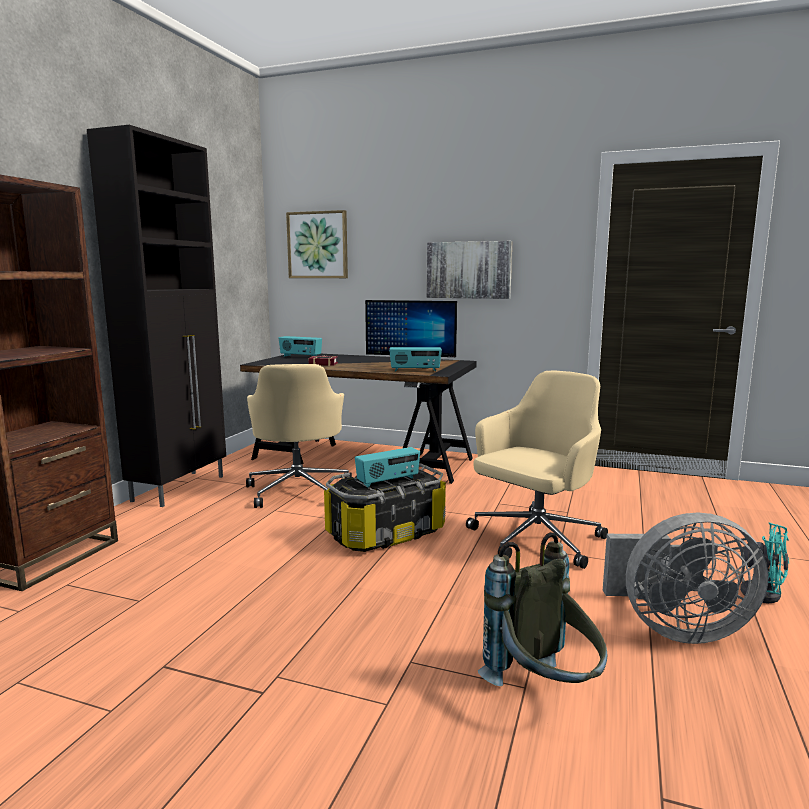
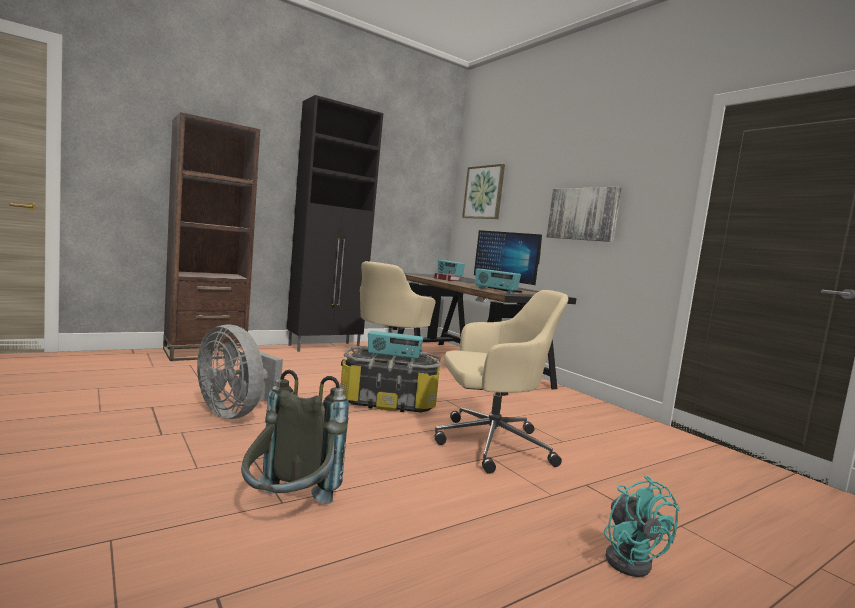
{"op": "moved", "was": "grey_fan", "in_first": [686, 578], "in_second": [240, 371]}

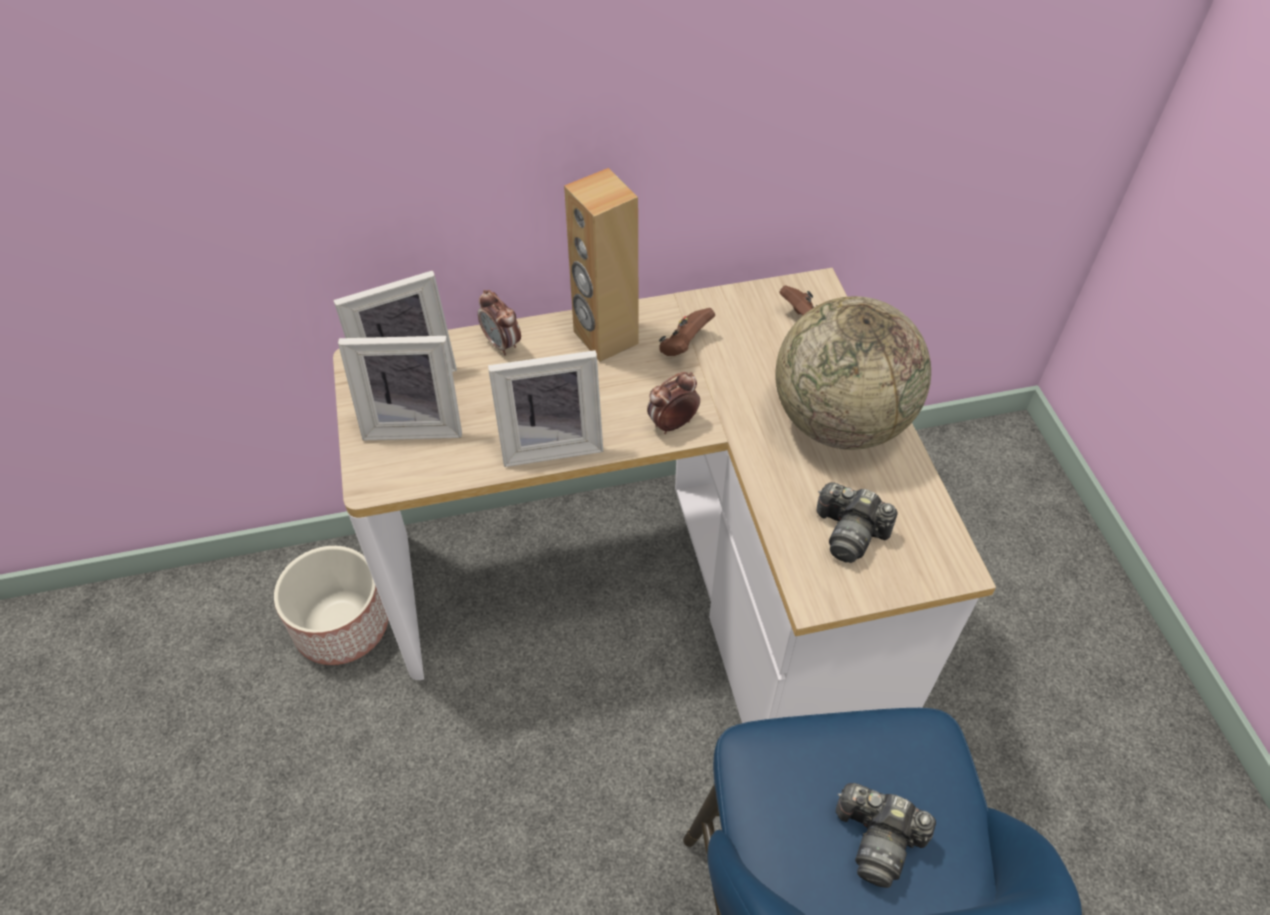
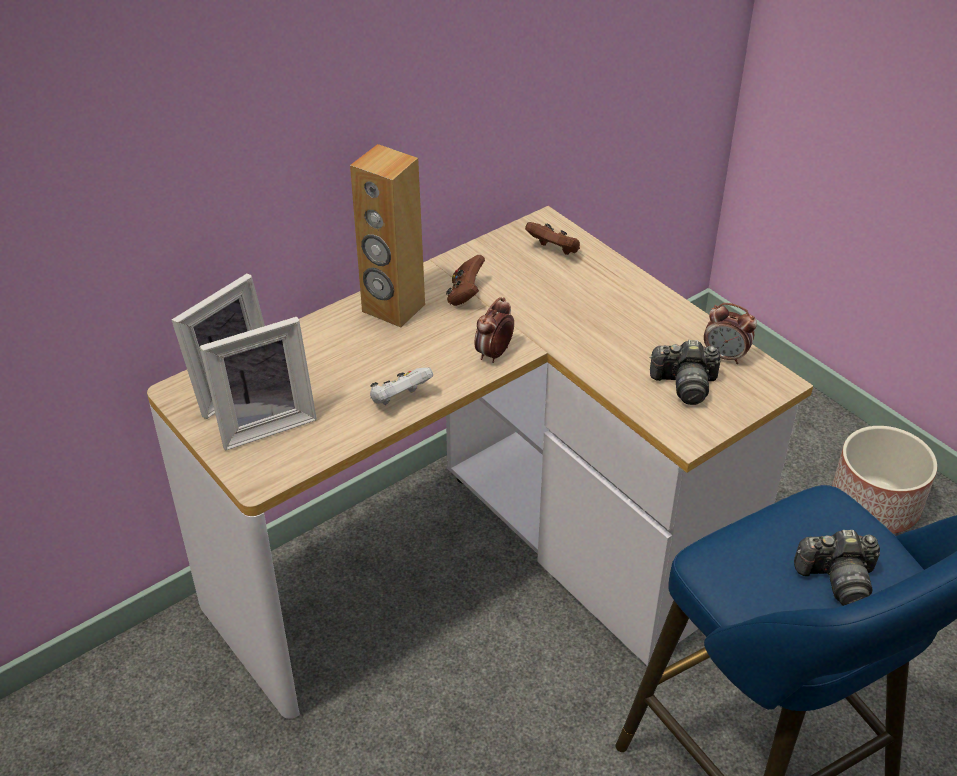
{"op": "replaced", "was": "picture_frame", "now": "white_game_controller", "in_first": [545, 408], "in_second": [401, 386]}
{"op": "moved", "was": "alarm_clock", "in_first": [499, 323], "in_second": [730, 333]}
{"op": "moved", "was": "planter", "in_first": [331, 605], "in_second": [884, 480]}
{"op": "removed", "was": "globe", "in_first": [853, 373]}

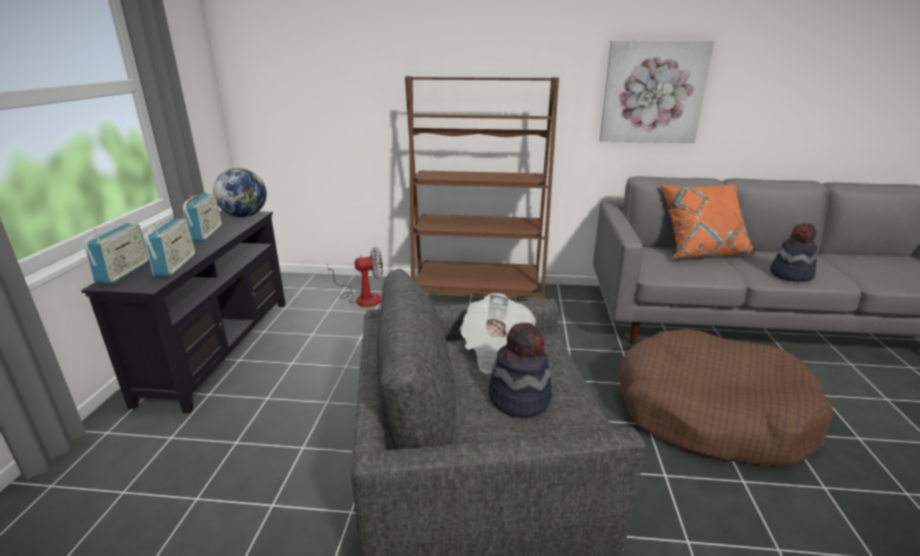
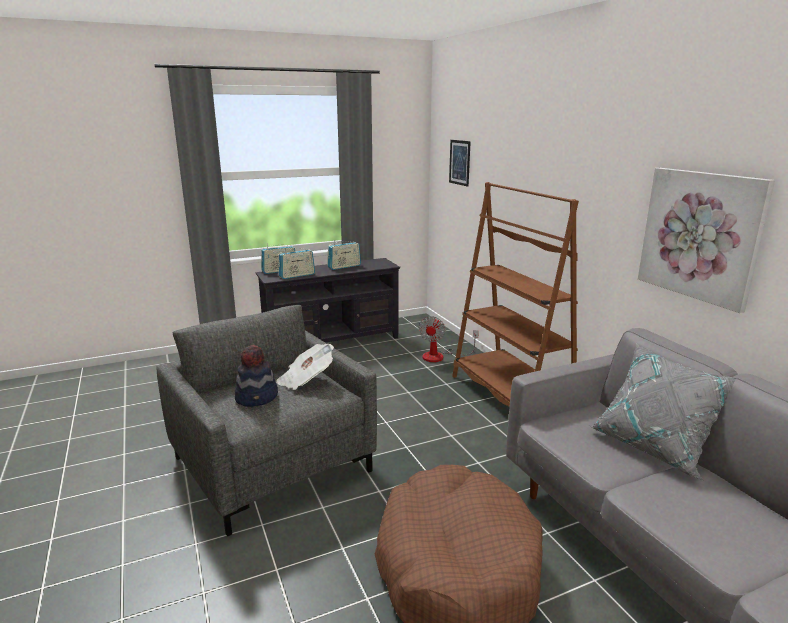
{"op": "turned", "was": "fan", "in_first": [355, 277], "in_second": [449, 339], "clockwise": 60}
{"op": "added", "now": "picture", "in_second": [460, 163]}
{"op": "recoloured", "was": "orange_pillow", "now": "grey_pillow", "in_first": [708, 220], "in_second": [661, 412]}
{"op": "removed", "was": "globe", "in_first": [240, 192]}
{"op": "removed", "was": "hat", "in_first": [794, 252]}

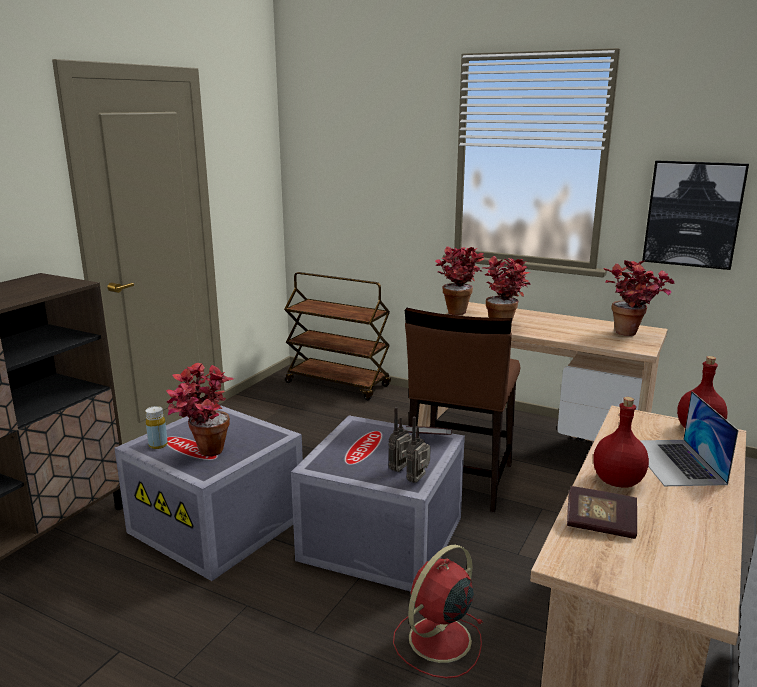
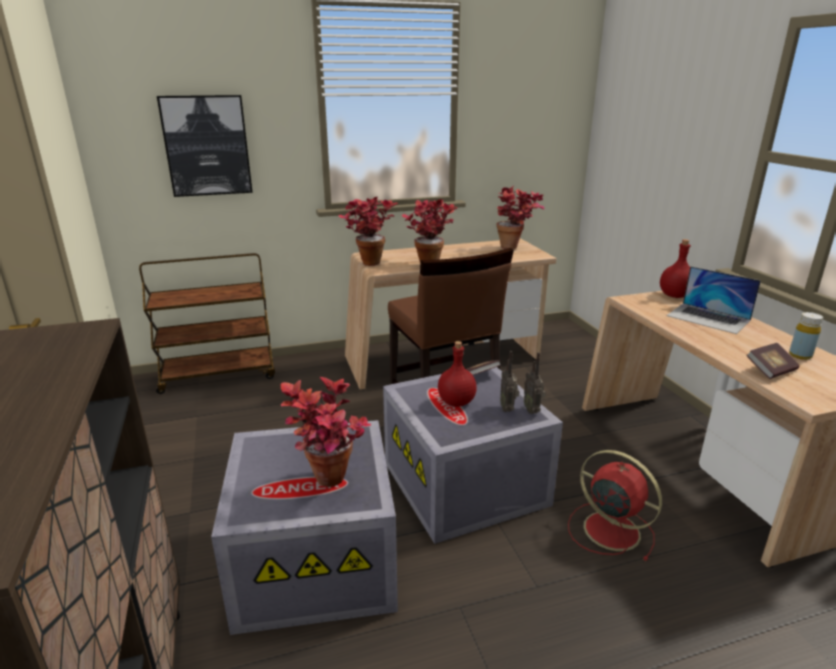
{"op": "moved", "was": "picture", "in_first": [695, 215], "in_second": [205, 146]}
{"op": "moved", "was": "red_bottle", "in_first": [621, 442], "in_second": [457, 374]}
{"op": "turned", "was": "red_fan", "in_first": [437, 611], "in_second": [615, 505], "clockwise": 135}
{"op": "moved", "was": "yellow_bottle", "in_first": [156, 427], "in_second": [806, 336]}

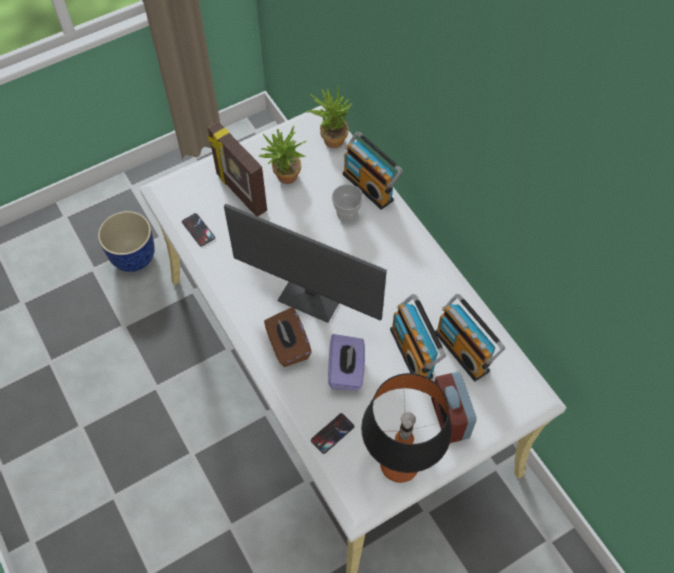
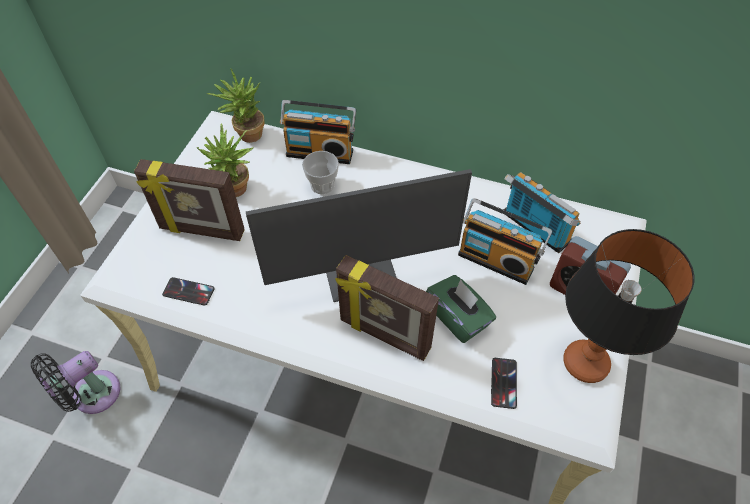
{"op": "replaced", "was": "planter", "now": "black_fan", "in_first": [126, 241], "in_second": [75, 382]}
{"op": "replaced", "was": "brown_tissue_box", "now": "picture_frame", "in_first": [288, 337], "in_second": [387, 308]}
{"op": "recoloured", "was": "purple_tissue_box", "now": "green_tissue_box", "in_first": [346, 362], "in_second": [461, 309]}
{"op": "turned", "was": "radio", "in_first": [470, 338], "in_second": [542, 212], "clockwise": -150}

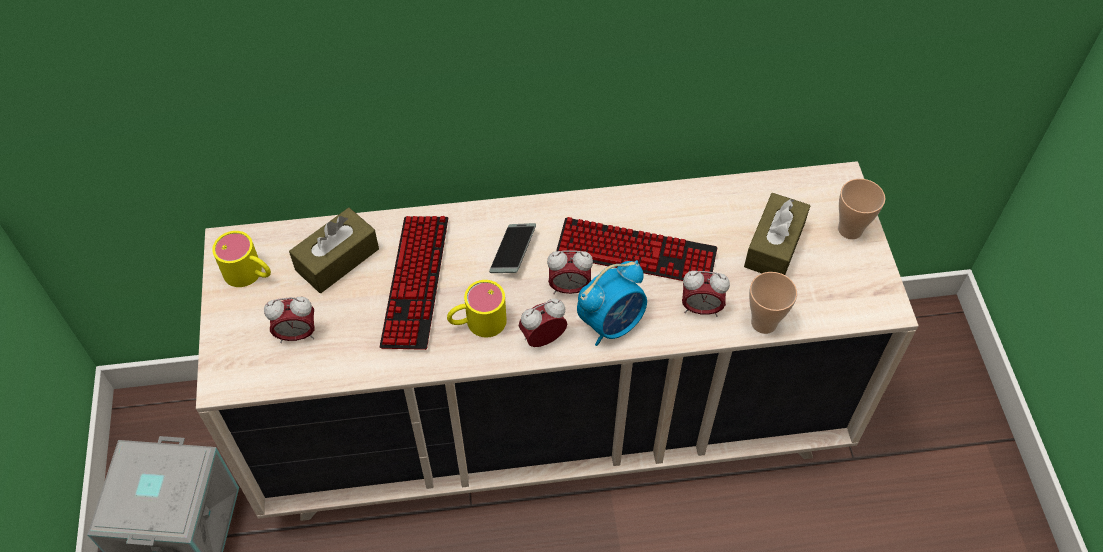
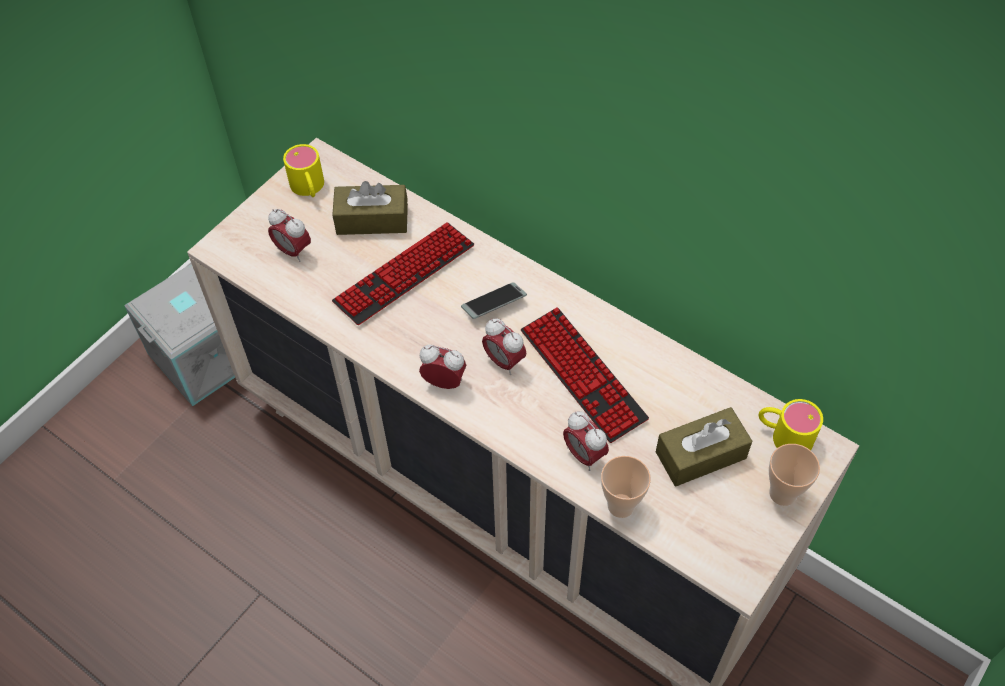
{"op": "moved", "was": "yellow_mug", "in_first": [477, 308], "in_second": [791, 424]}
{"op": "removed", "was": "alarm_clock", "in_first": [612, 303]}

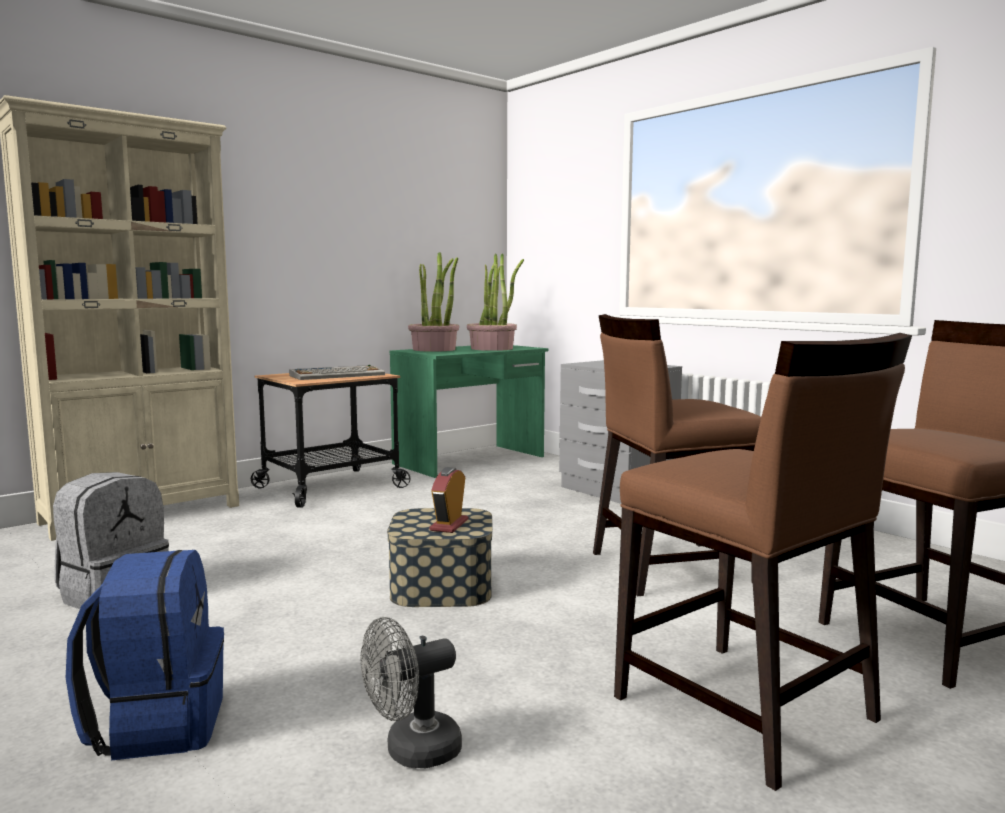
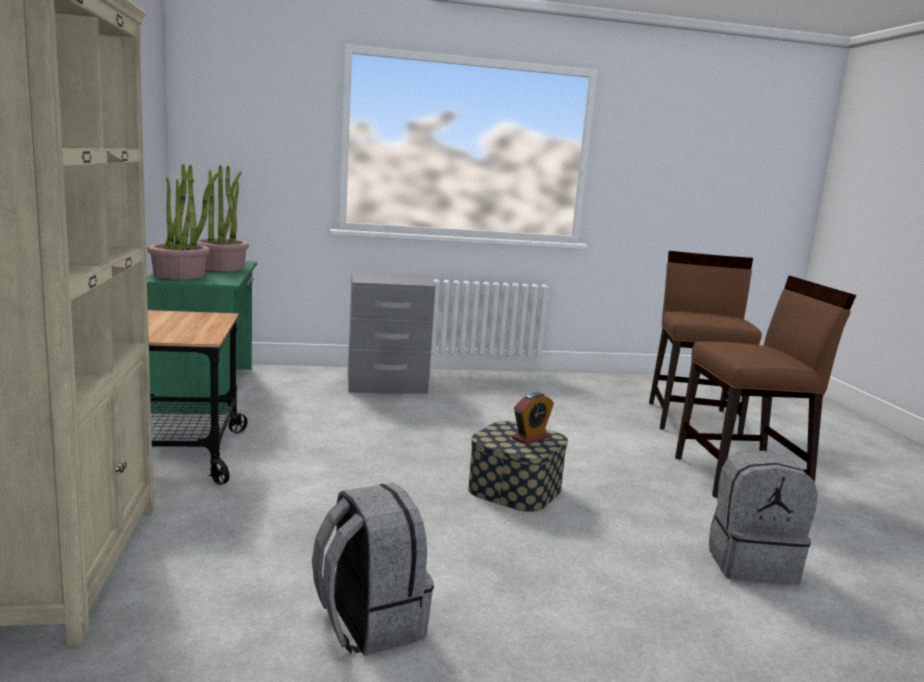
{"op": "turned", "was": "alarm_clock", "in_first": [448, 500], "in_second": [533, 418], "clockwise": -90}
{"op": "replaced", "was": "grey_fan", "now": "grey_backpack", "in_first": [411, 692], "in_second": [763, 518]}
{"op": "removed", "was": "blue_backpack", "in_first": [145, 655]}
{"op": "removed", "was": "keyboard", "in_first": [337, 372]}
{"op": "removed", "was": "brown_chair", "in_first": [677, 455]}

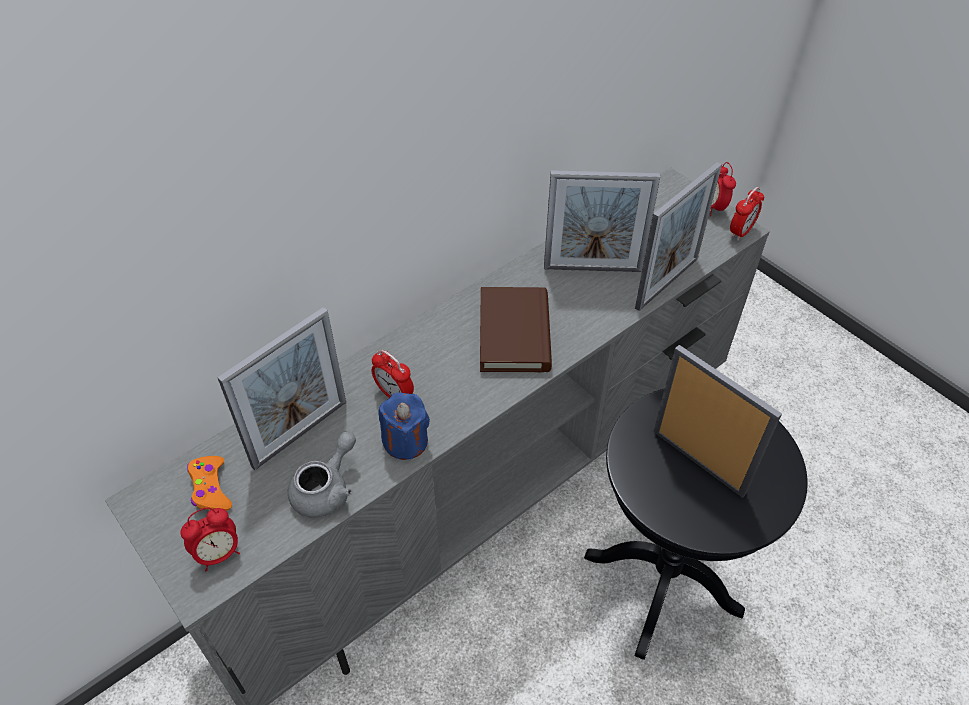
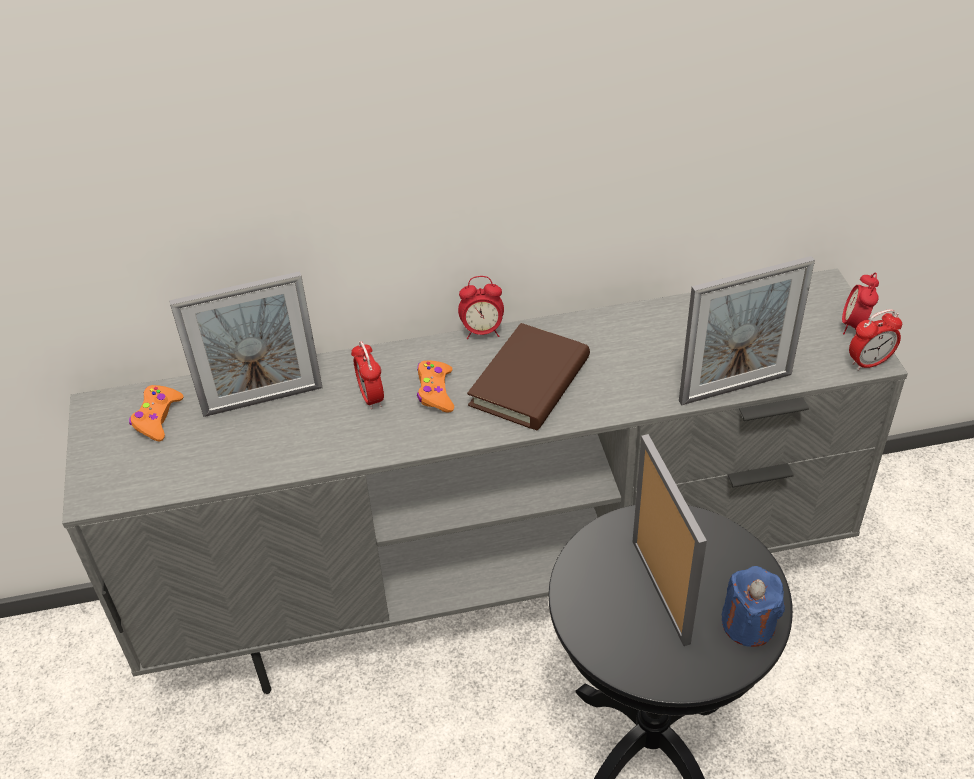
{"op": "added", "now": "orange_game_controller", "in_second": [435, 386]}
{"op": "moved", "was": "alarm_clock", "in_first": [210, 539], "in_second": [481, 307]}
{"op": "moved", "was": "blue_candle", "in_first": [404, 426], "in_second": [753, 606]}
{"op": "removed", "was": "grey_teapot", "in_first": [322, 475]}
{"op": "removed", "was": "picture_frame", "in_first": [602, 221]}

